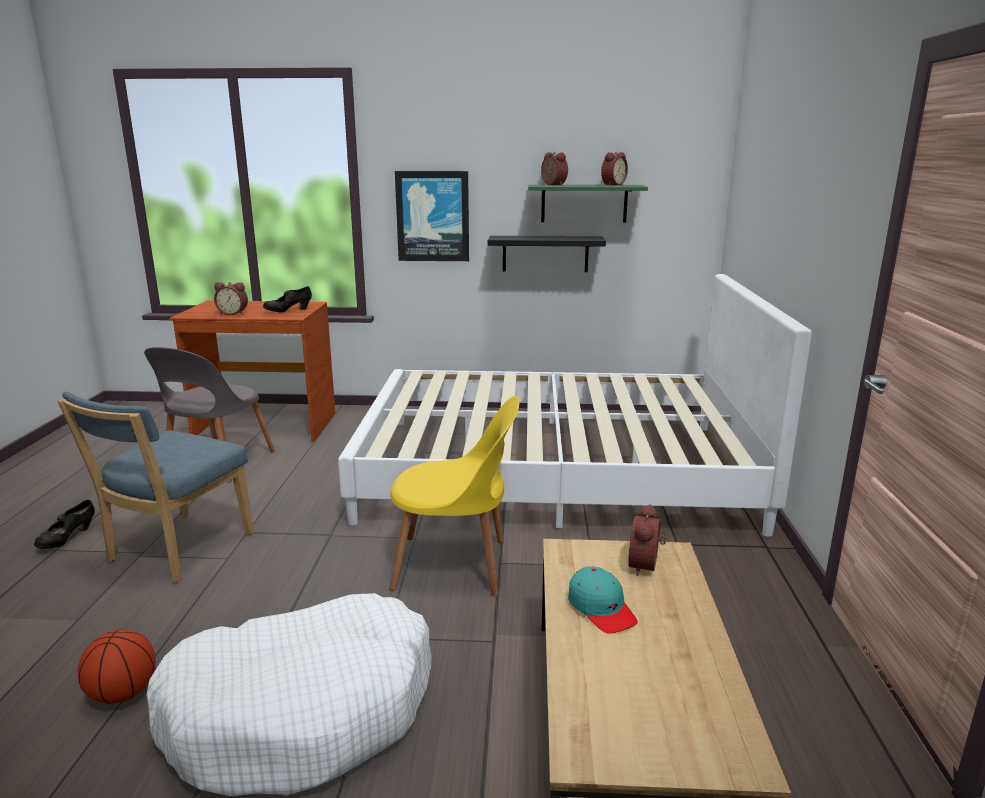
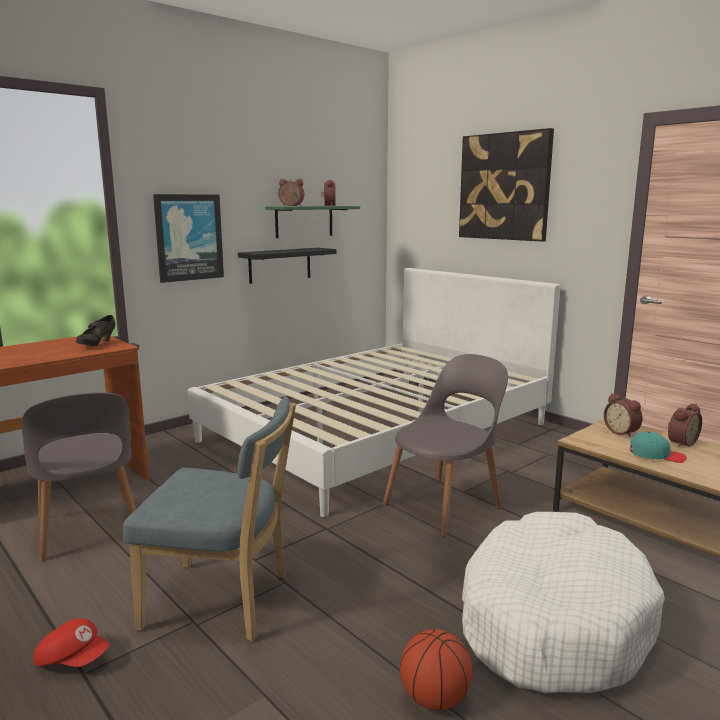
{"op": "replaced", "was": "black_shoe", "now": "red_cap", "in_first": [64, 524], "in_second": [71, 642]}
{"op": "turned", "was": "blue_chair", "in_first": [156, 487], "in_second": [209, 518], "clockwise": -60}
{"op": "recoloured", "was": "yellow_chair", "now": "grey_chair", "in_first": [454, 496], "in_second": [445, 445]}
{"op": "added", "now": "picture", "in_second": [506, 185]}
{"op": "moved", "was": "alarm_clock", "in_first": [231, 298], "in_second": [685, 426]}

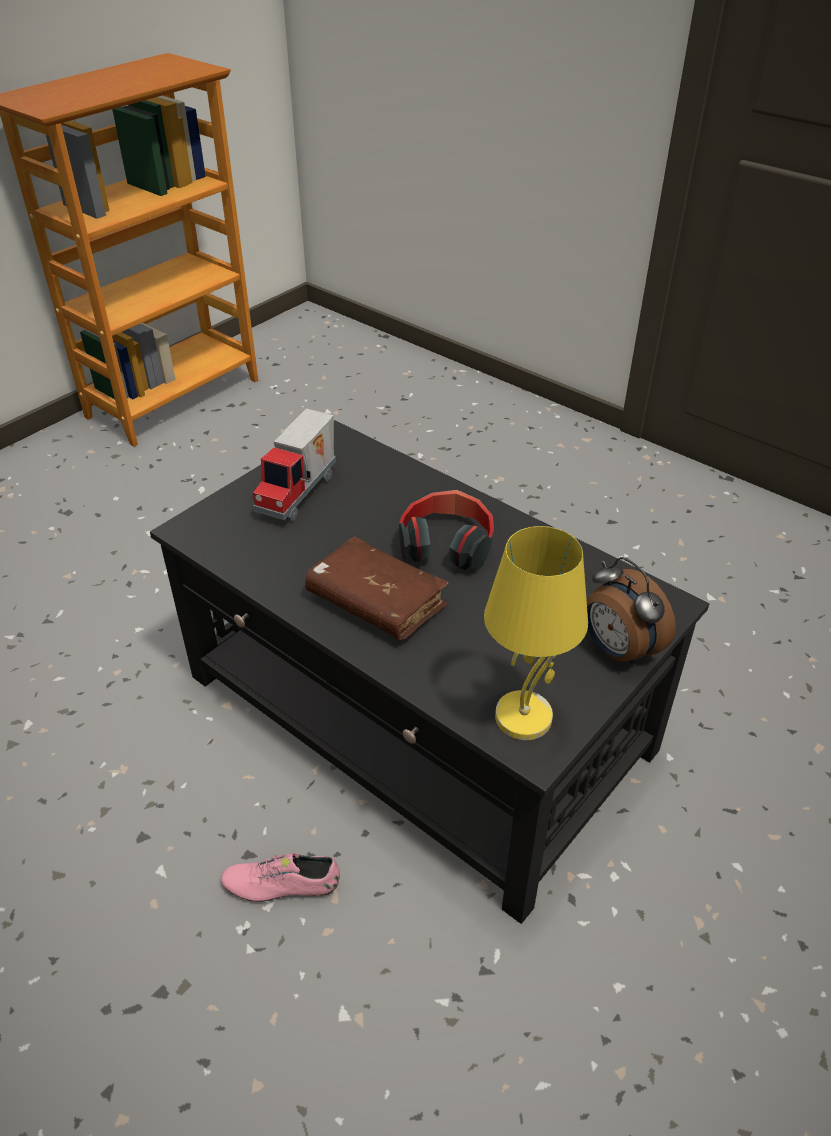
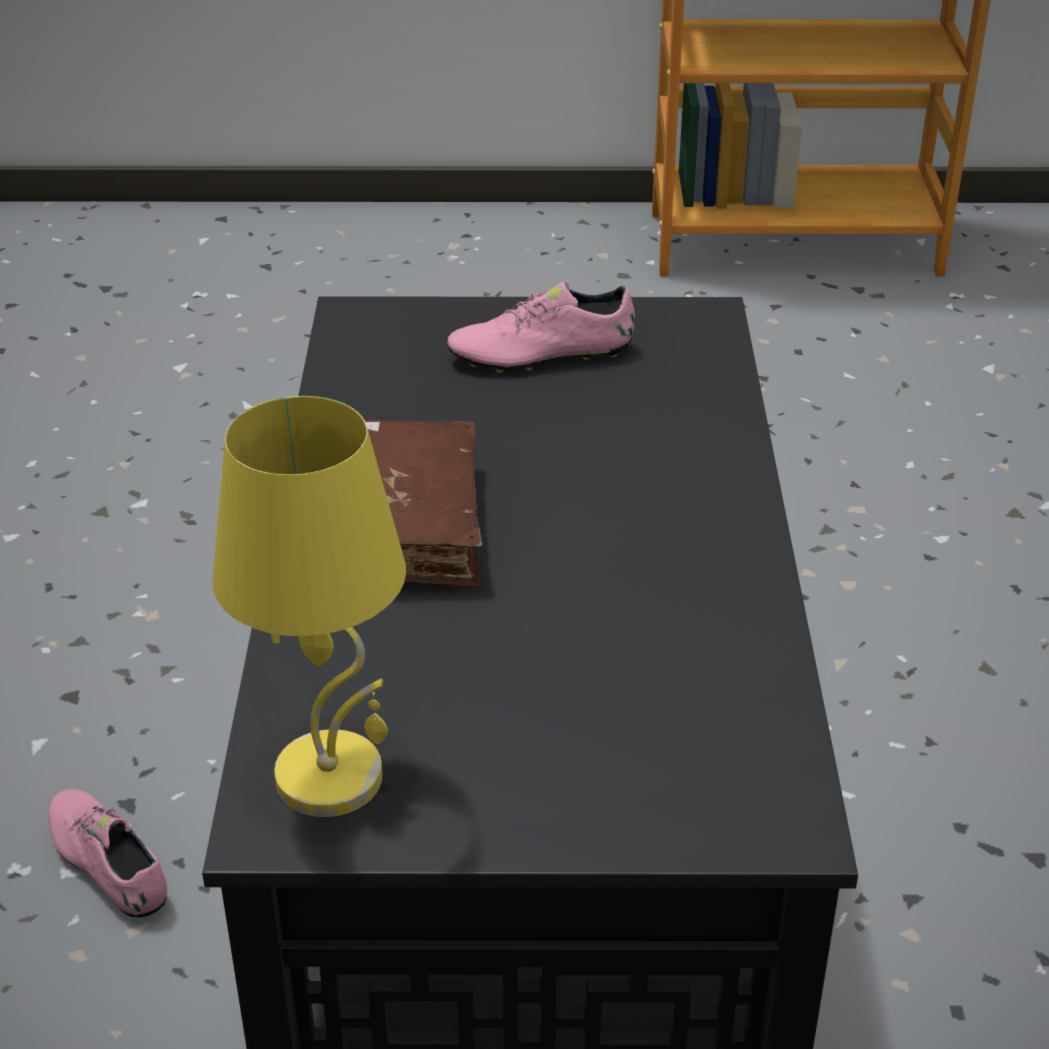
{"op": "replaced", "was": "toy_truck", "now": "pink_shoe", "in_first": [294, 464], "in_second": [541, 327]}
{"op": "removed", "was": "headphones", "in_first": [446, 530]}
{"op": "removed", "was": "alarm_clock", "in_first": [631, 612]}

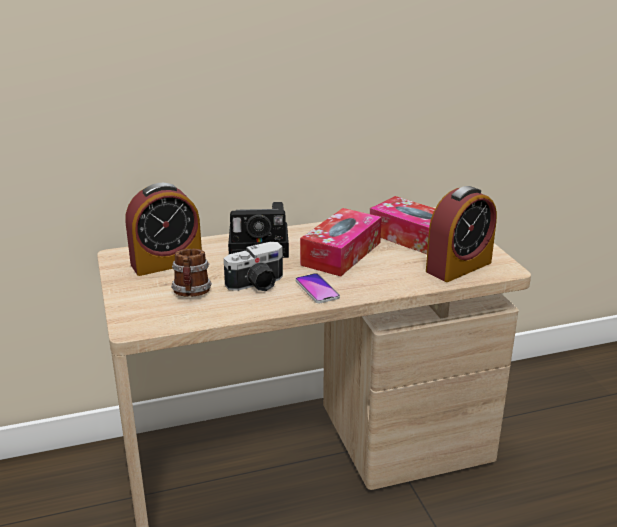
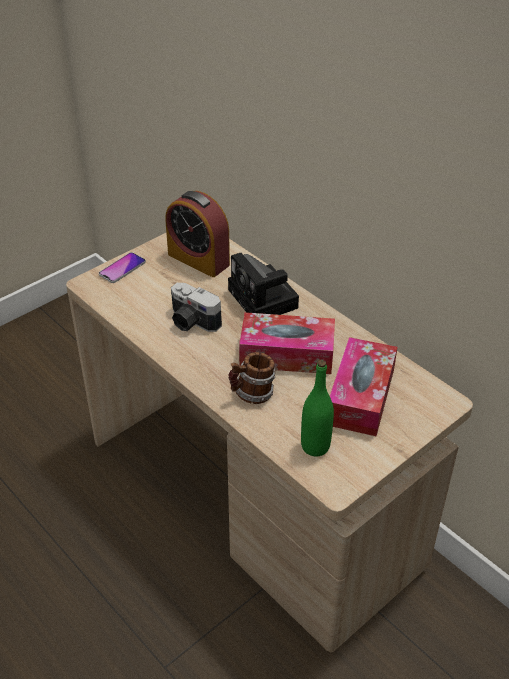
{"op": "moved", "was": "phone", "in_first": [317, 288], "in_second": [122, 267]}
{"op": "moved", "was": "mug", "in_first": [191, 273], "in_second": [252, 378]}
{"op": "replaced", "was": "alarm_clock", "now": "green_bottle", "in_first": [461, 234], "in_second": [317, 408]}

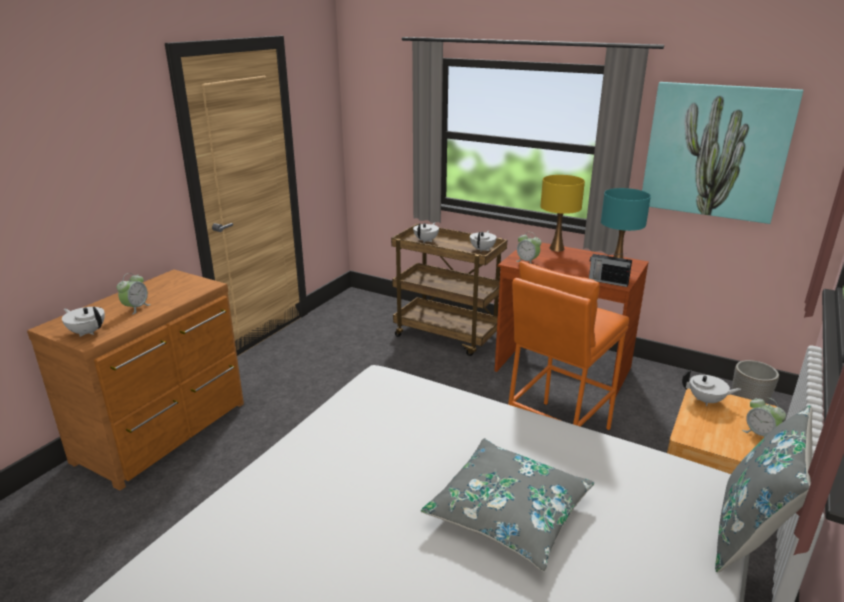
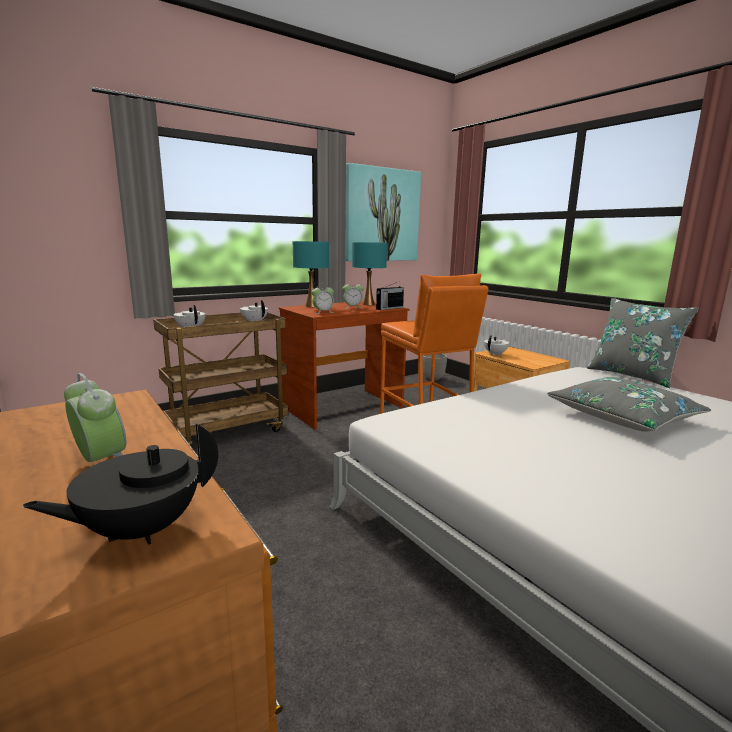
{"op": "recoloured", "was": "white_teapot", "now": "black_teapot", "in_first": [83, 322], "in_second": [120, 484]}
{"op": "recoloured", "was": "yellow_table_lamp", "now": "turquoise_table_lamp", "in_first": [562, 213], "in_second": [311, 274]}
{"op": "moved", "was": "alarm_clock", "in_first": [764, 417], "in_second": [353, 296]}

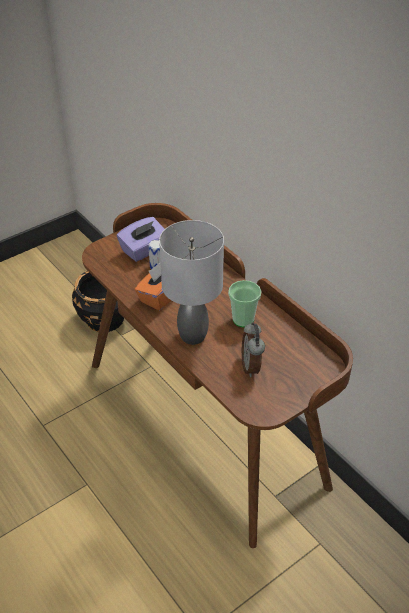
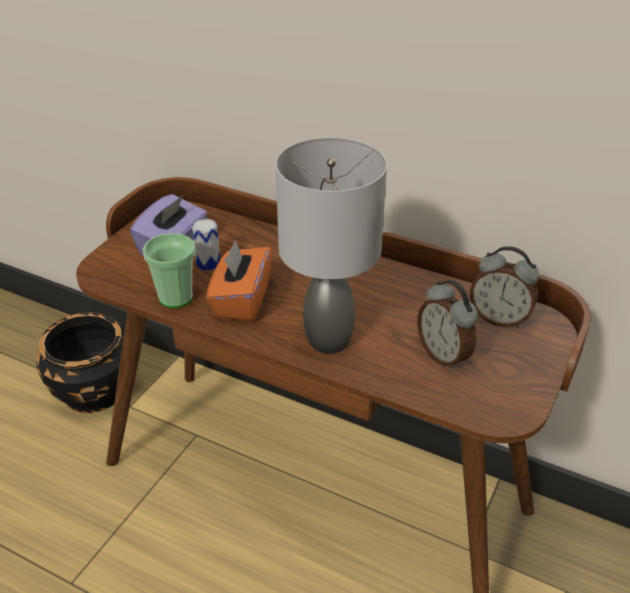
{"op": "moved", "was": "cup", "in_first": [244, 303], "in_second": [169, 270]}
{"op": "added", "now": "alarm_clock", "in_second": [505, 287]}

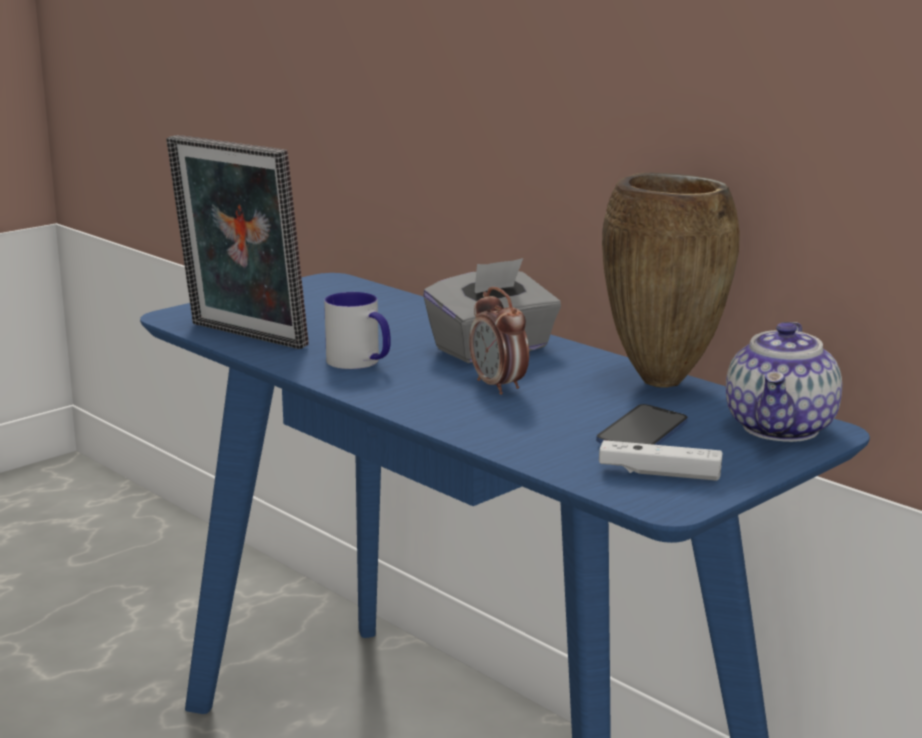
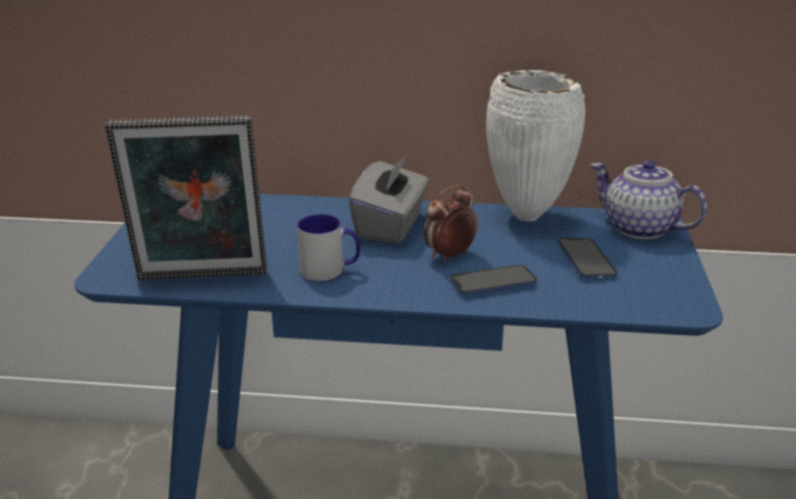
{"op": "turned", "was": "alarm_clock", "in_first": [499, 341], "in_second": [451, 223], "clockwise": 120}
{"op": "added", "now": "phone", "in_second": [493, 280]}
{"op": "recoloured", "was": "brown_vase", "now": "white_vase", "in_first": [671, 280], "in_second": [535, 145]}
{"op": "turned", "was": "teapot", "in_first": [784, 382], "in_second": [648, 199], "clockwise": 150}
{"op": "removed", "was": "white_game_controller", "in_first": [661, 460]}

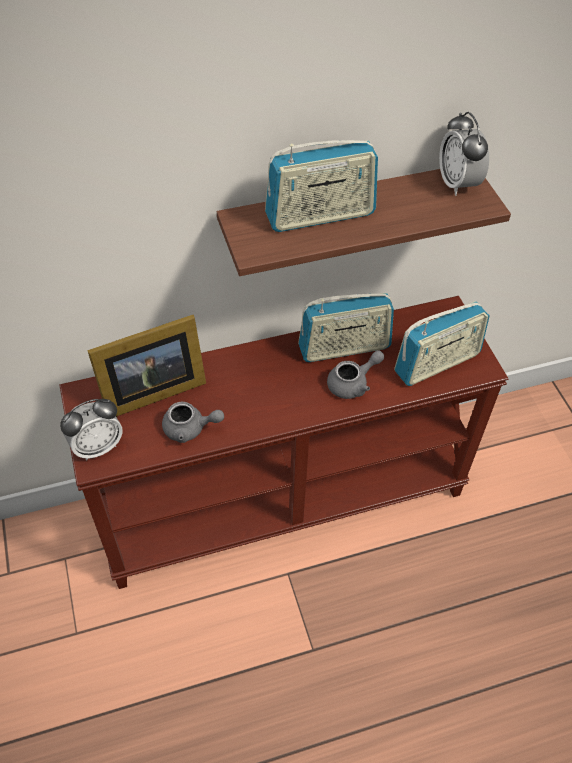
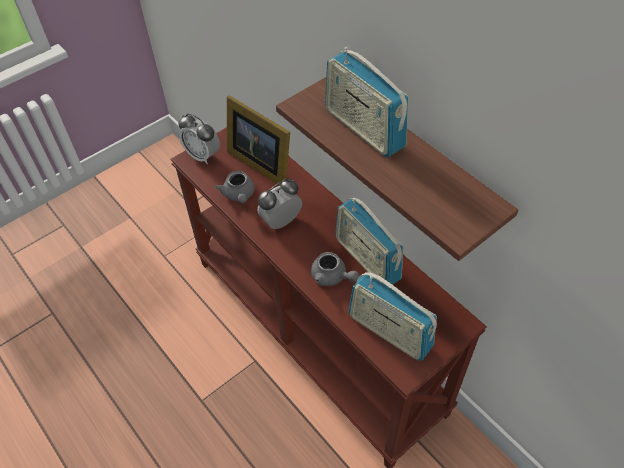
{"op": "moved", "was": "alarm_clock", "in_first": [464, 154], "in_second": [280, 204]}

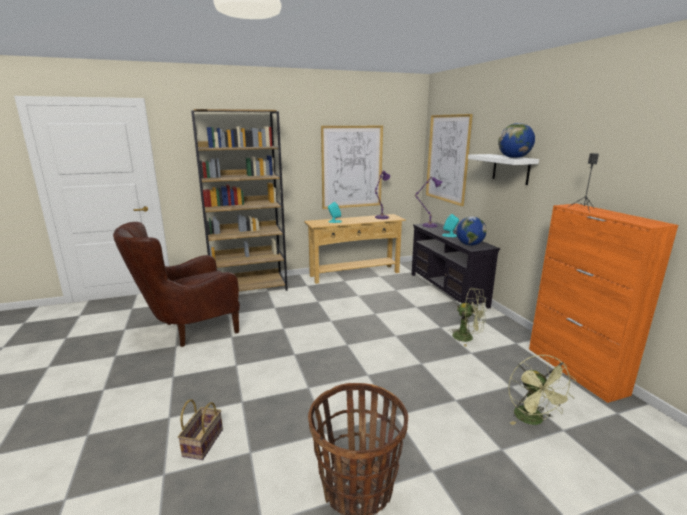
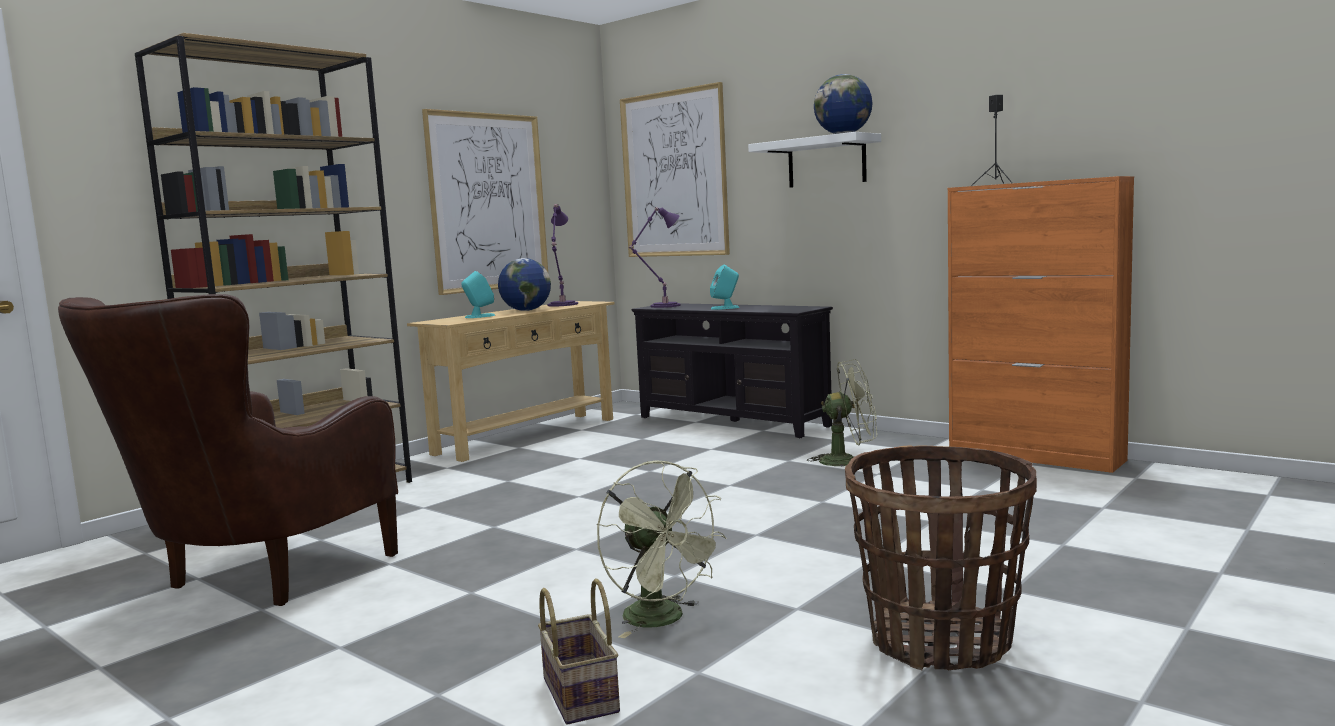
{"op": "moved", "was": "globe", "in_first": [471, 231], "in_second": [524, 284]}
{"op": "moved", "was": "green_fan", "in_first": [542, 389], "in_second": [662, 549]}

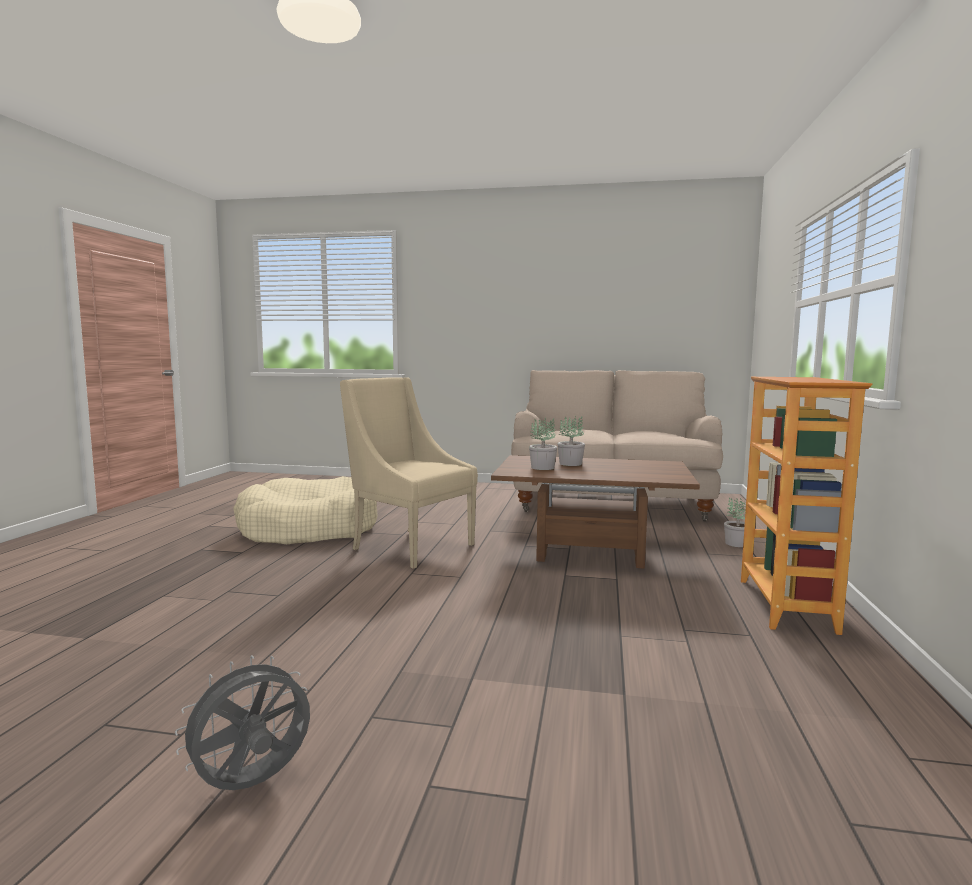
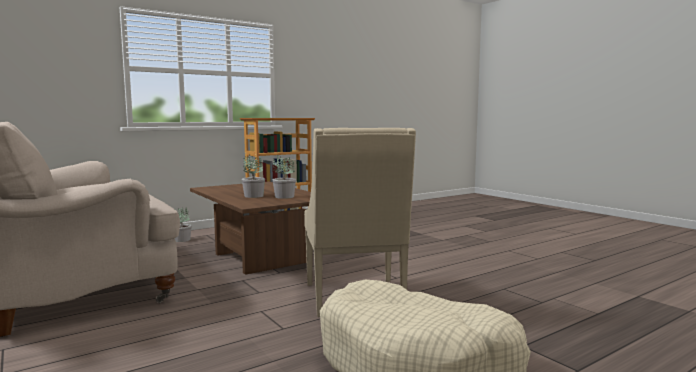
{"op": "removed", "was": "grey_fan", "in_first": [242, 722]}

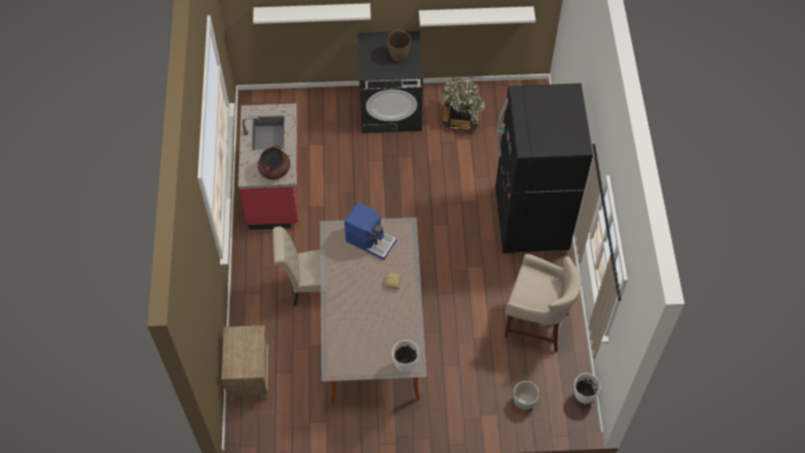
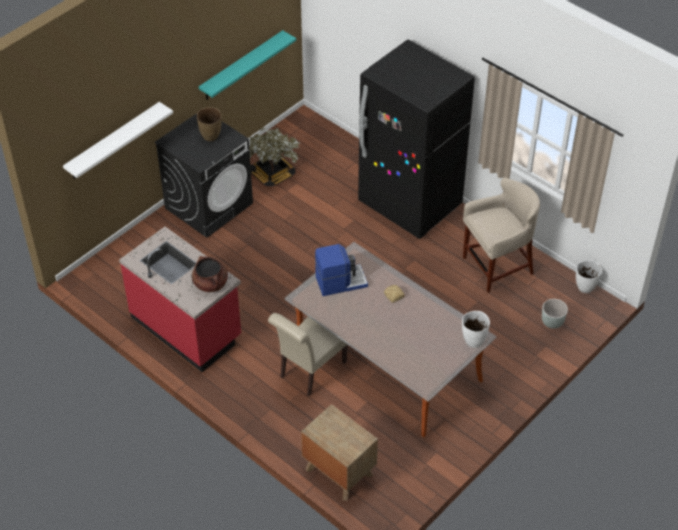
{"op": "recoloured", "was": "white_shelf", "now": "turquoise_shelf", "in_first": [477, 16], "in_second": [247, 65]}

